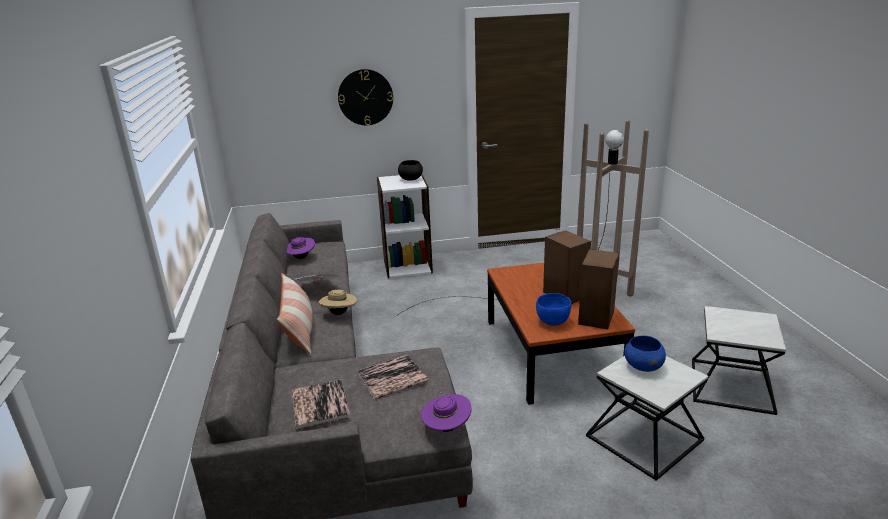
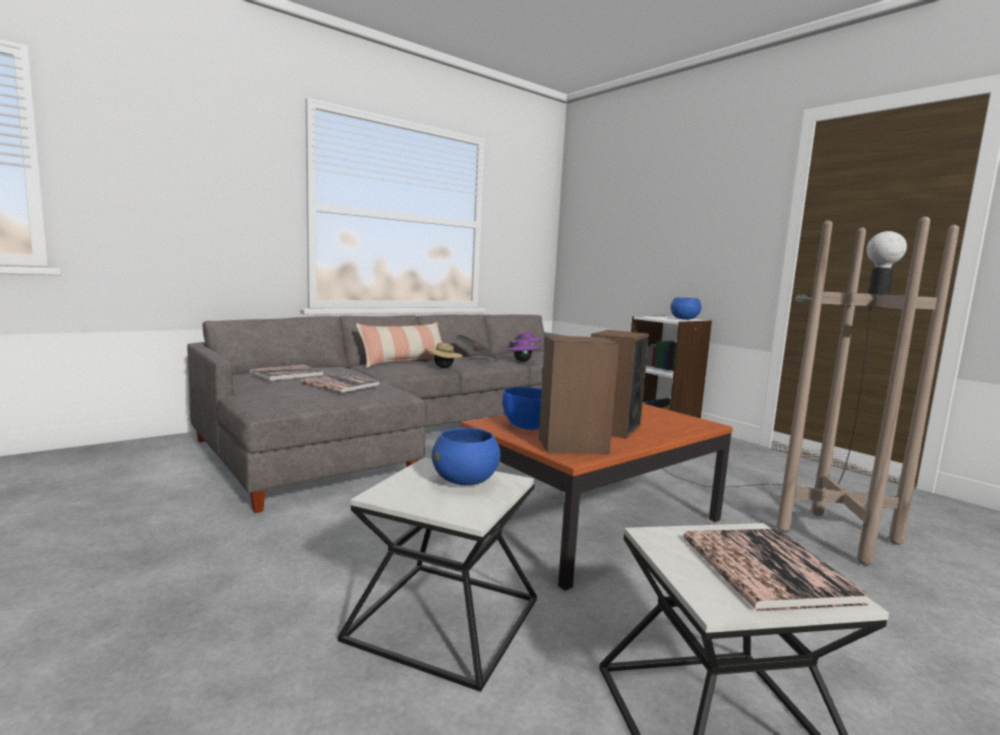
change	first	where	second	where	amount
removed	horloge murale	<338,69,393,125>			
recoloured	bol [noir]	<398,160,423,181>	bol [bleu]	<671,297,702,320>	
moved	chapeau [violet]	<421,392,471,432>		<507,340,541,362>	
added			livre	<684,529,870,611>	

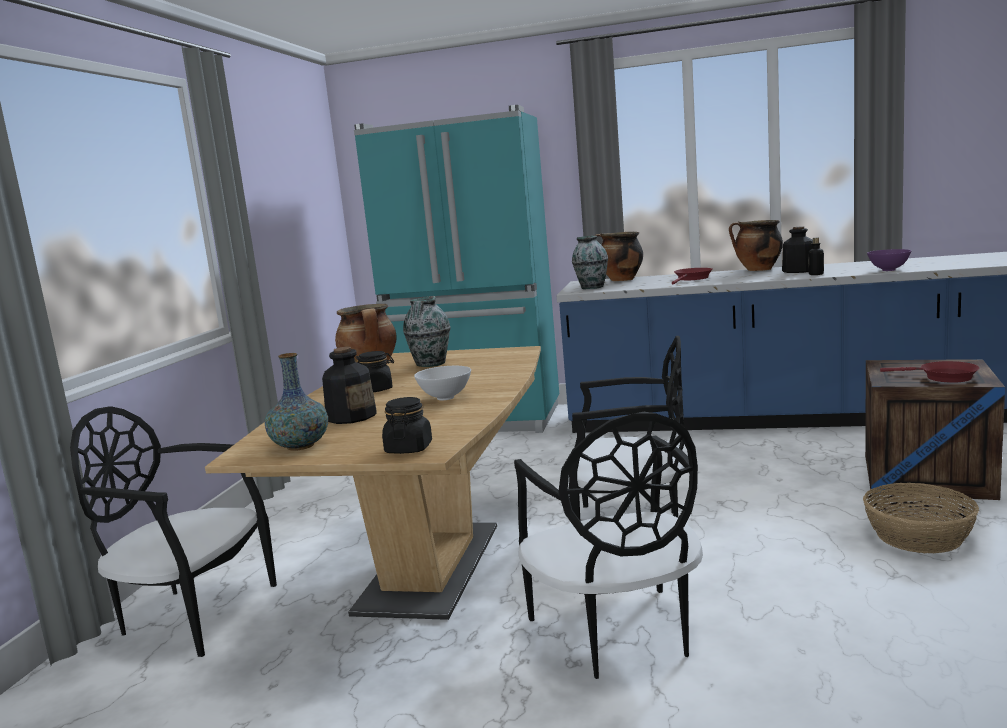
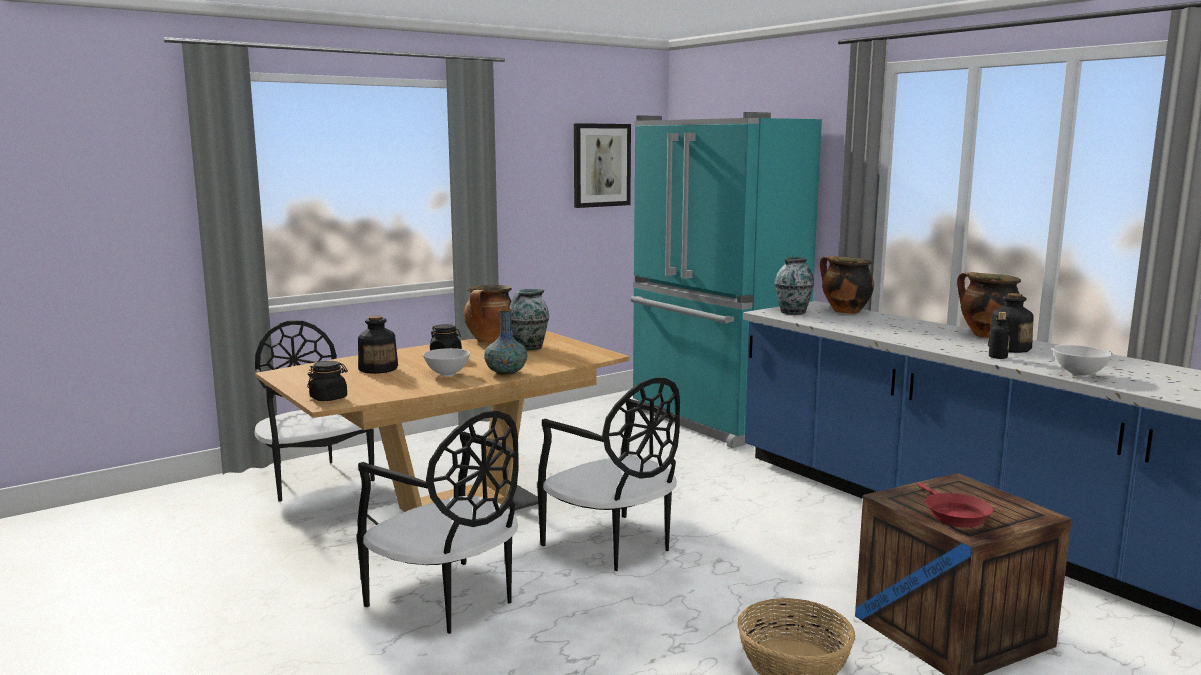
change	first	where	second	where	amount
recoloured	bol [violet]	<867,249,911,271>	bol [blanc]	<1053,345,1113,377>	
removed	poêle [rouge]	<672,268,713,285>			
moved	vase	<265,353,328,451>		<484,308,527,376>	
turned	chaise [noir]	<514,412,703,679>		<357,410,519,634>	75 degrees counterclockwise
added			tableau	<574,123,631,208>	

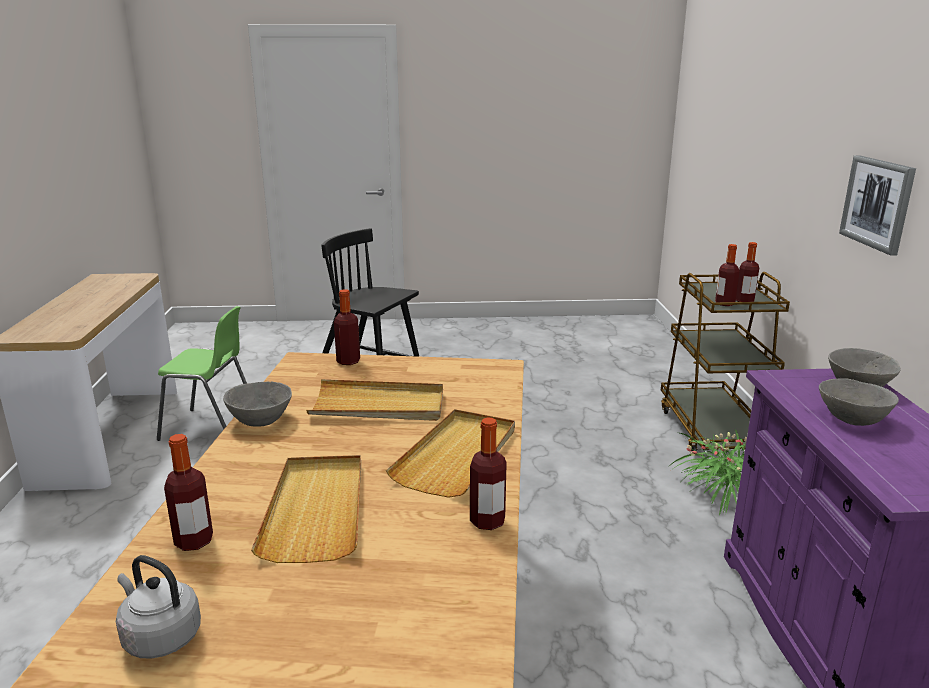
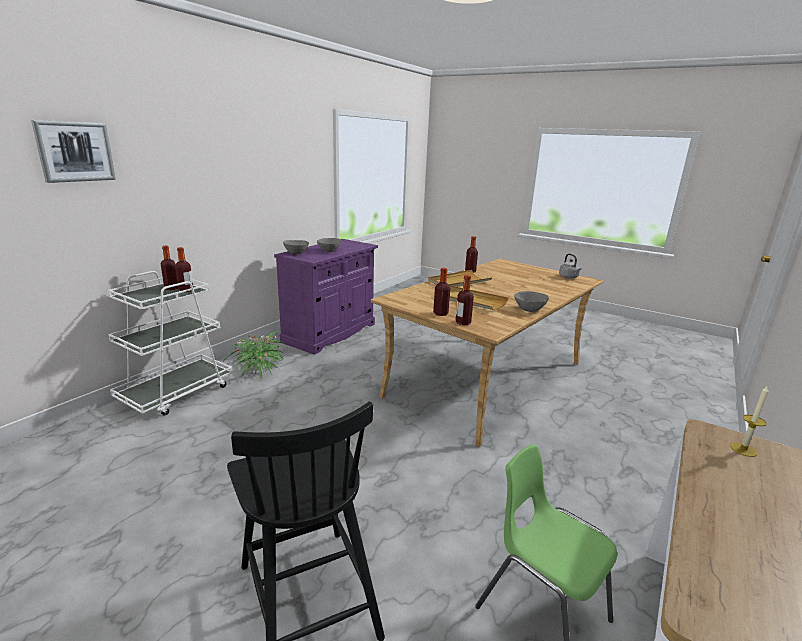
change	first	where	second	where	amount
moved	tableau	<839,155,916,256>		<31,120,116,183>	
recoloured	chariot [marron]	<661,272,790,451>	chariot [blanc]	<108,271,233,416>	
moved	bouteille	<164,434,213,551>		<433,268,450,316>	
removed	plateau [beige]	<251,455,361,563>			
added			bougie	<730,385,769,457>	

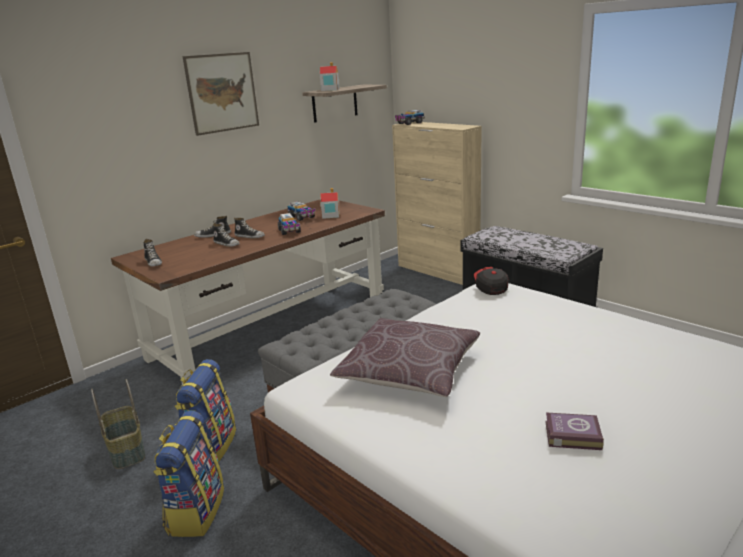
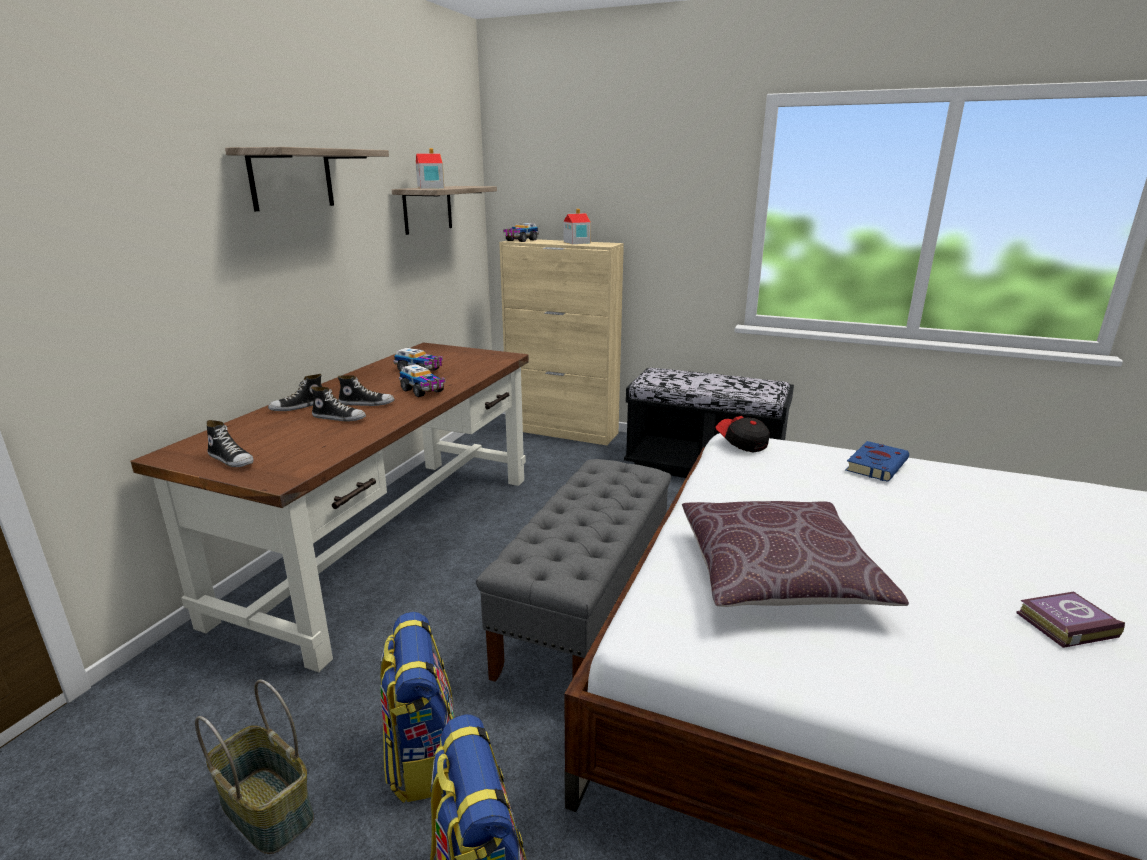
change	first	where	second	where	amount
replaced	tableau	<182,52,259,136>	étagère	<225,147,389,211>	
moved	maison miniature	<320,188,340,219>		<564,209,591,244>	
added			livre [bleu]	<845,441,909,482>	

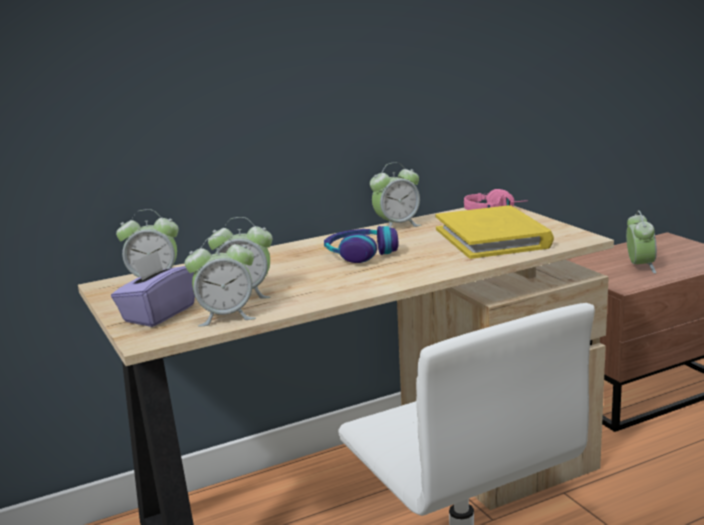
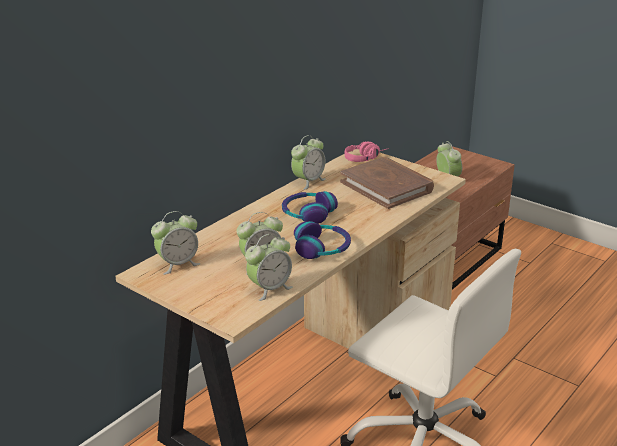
change	first	where	second	where	amount
recoloured	livre [jaune]	<436,205,554,259>	livre [marron]	<340,157,434,209>	
removed	boîte à mouchoirs [violet]	<111,250,195,327>			
added			casque audio	<294,221,351,259>	

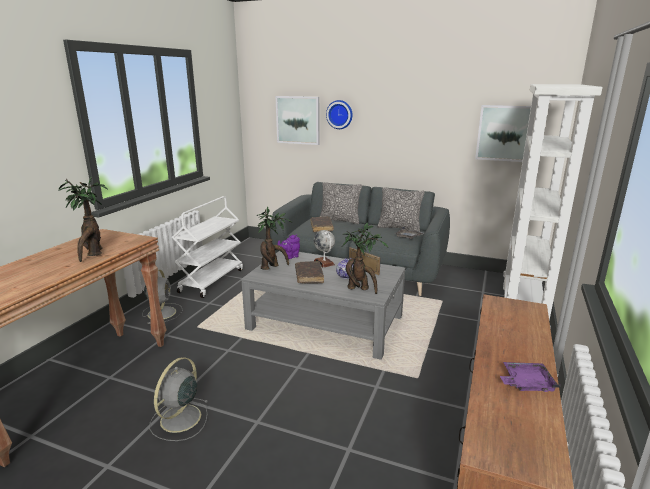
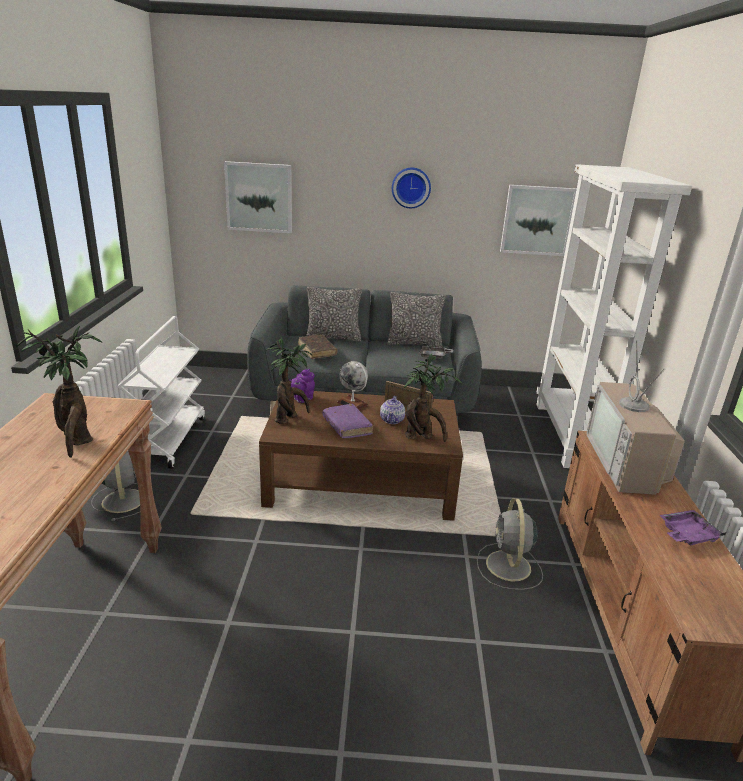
change	first	where	second	where	amount
moved	horloge murale	<326,100,353,129>		<392,167,431,208>	
recoloured	table basse [gris]	<241,251,405,360>	table basse [marron]	<259,391,463,521>	
recoloured	livre [marron]	<295,261,324,284>	livre [violet]	<322,404,373,438>	
moved	ventilateur [gris]	<149,357,209,441>		<477,498,543,590>	
added			téléviseur	<587,341,685,495>	

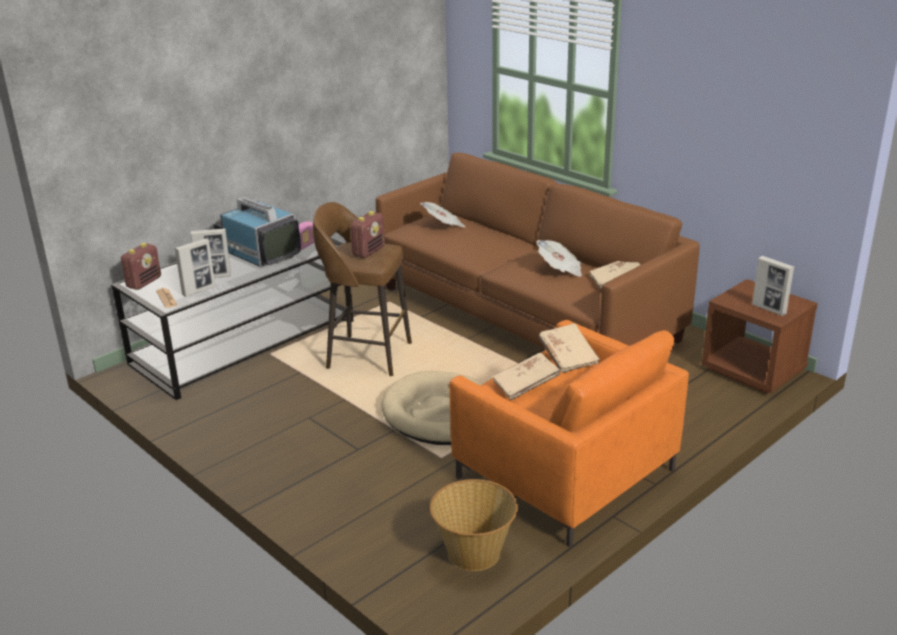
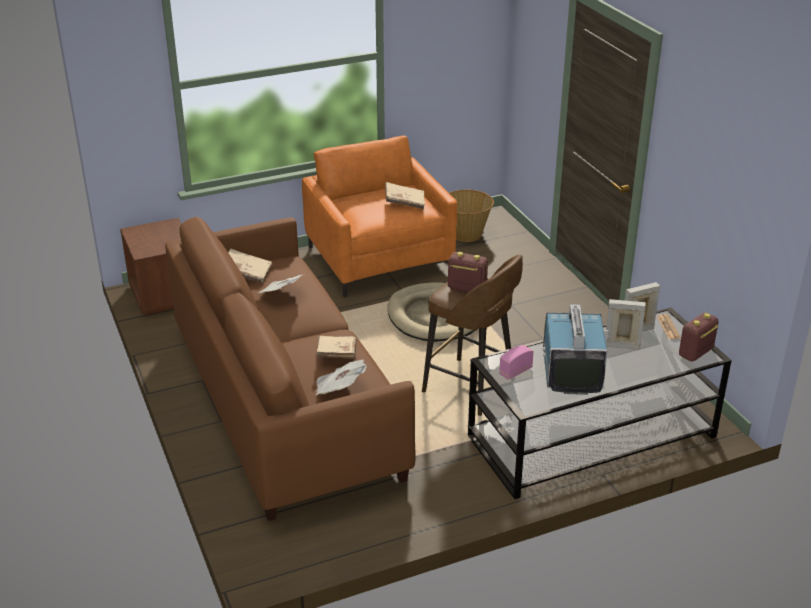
change	first	where	second	where	amount
turned	téléviseur	<214,197,301,267>		<543,304,609,395>	150 degrees counterclockwise
turned	radio	<350,211,385,258>		<448,252,488,292>	60 degrees clockwise
removed	cadre photo	<752,256,794,316>			
moved	livre [beige]	<538,323,600,373>		<317,336,357,359>	

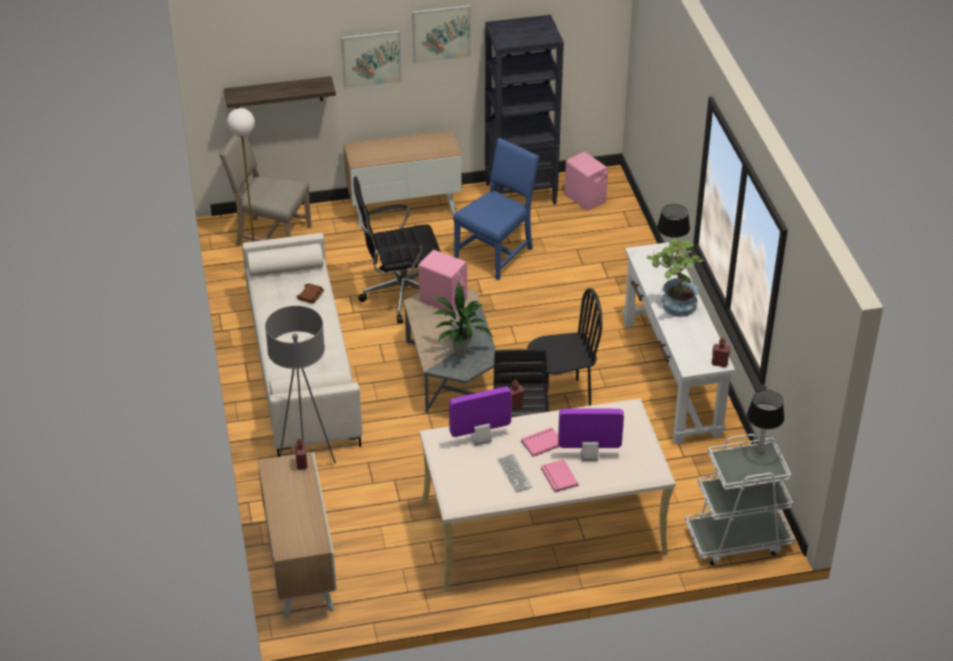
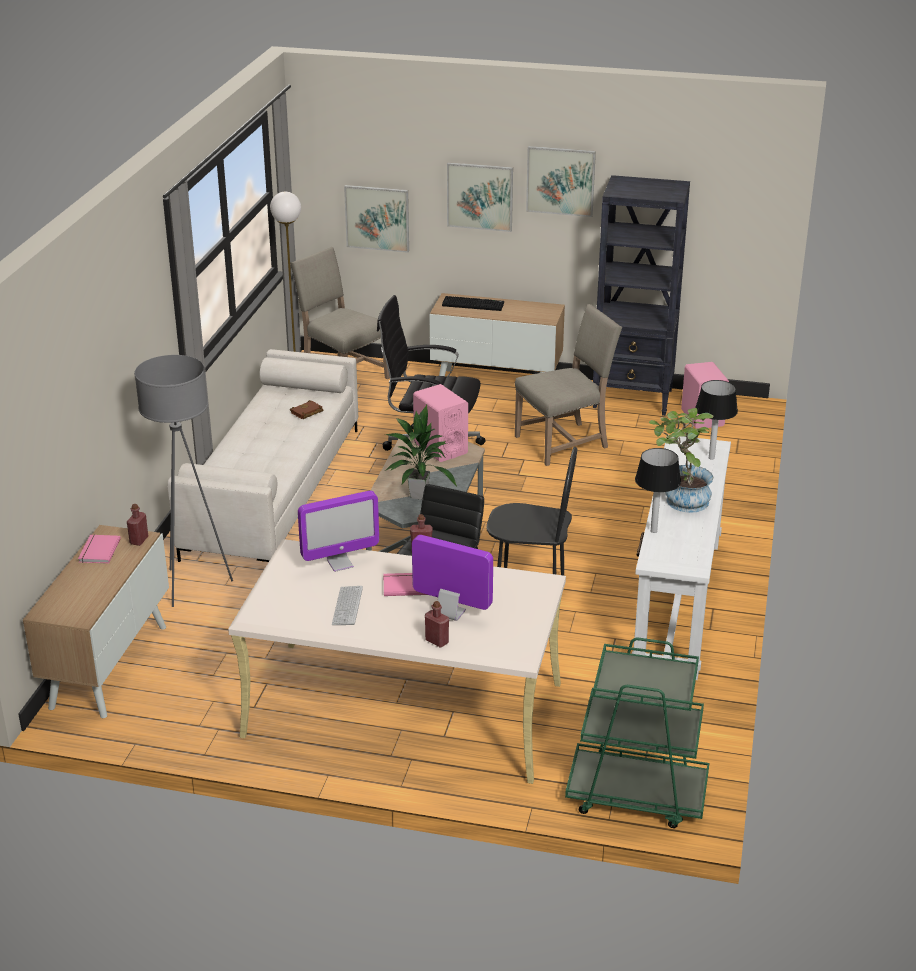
change	first	where	second	where	amount
replaced	étagère	<224,76,336,109>	tableau	<344,185,409,253>	
recoloured	chaise [bleu]	<453,138,540,280>	chaise [beige]	<515,304,622,466>	
moved	bouteille [rouge]	<712,338,731,367>		<425,601,449,648>	
turned	écran d'ordinateur	<449,387,512,445>		<298,491,379,572>	150 degrees clockwise
moved	lampe de table	<747,390,784,453>		<635,448,681,533>	
recoloured	chariot [blanc]	<685,434,795,565>	chariot [vert]	<565,638,709,828>	
moved	livre [rose]	<541,459,579,493>		<78,534,121,564>	
added			clavier	<442,296,504,311>	

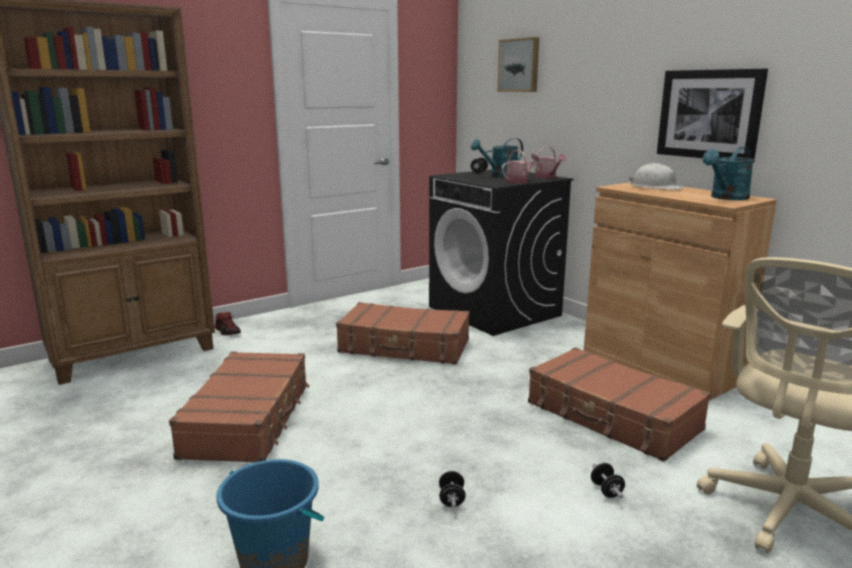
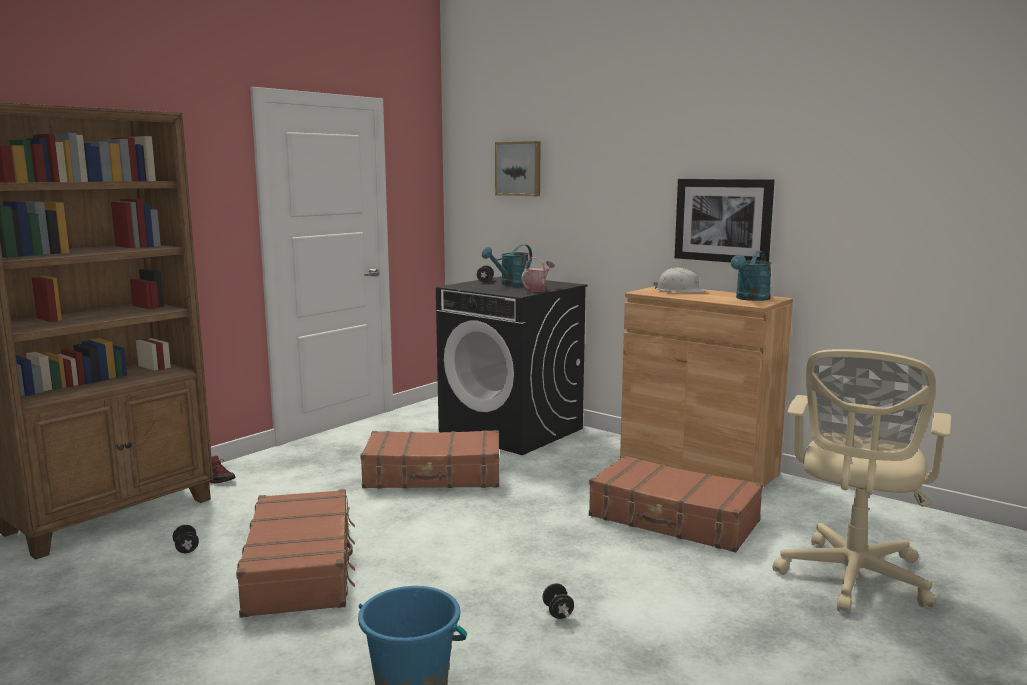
change	first	where	second	where	amount
removed	arrosoir	<534,146,566,179>			
moved	haltère [noir]	<591,463,625,498>		<173,525,199,553>	

